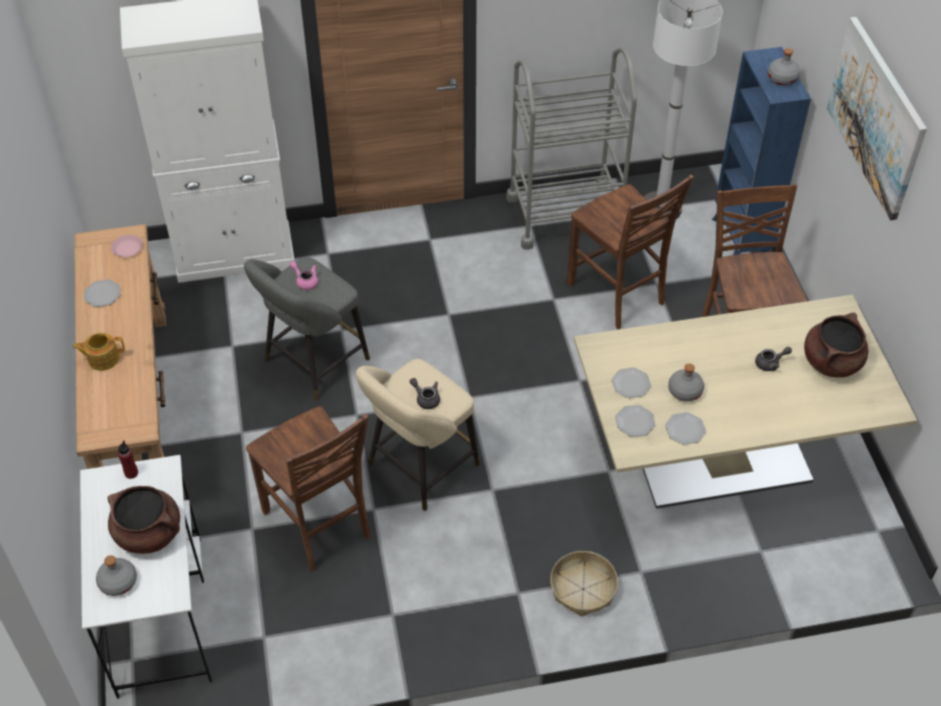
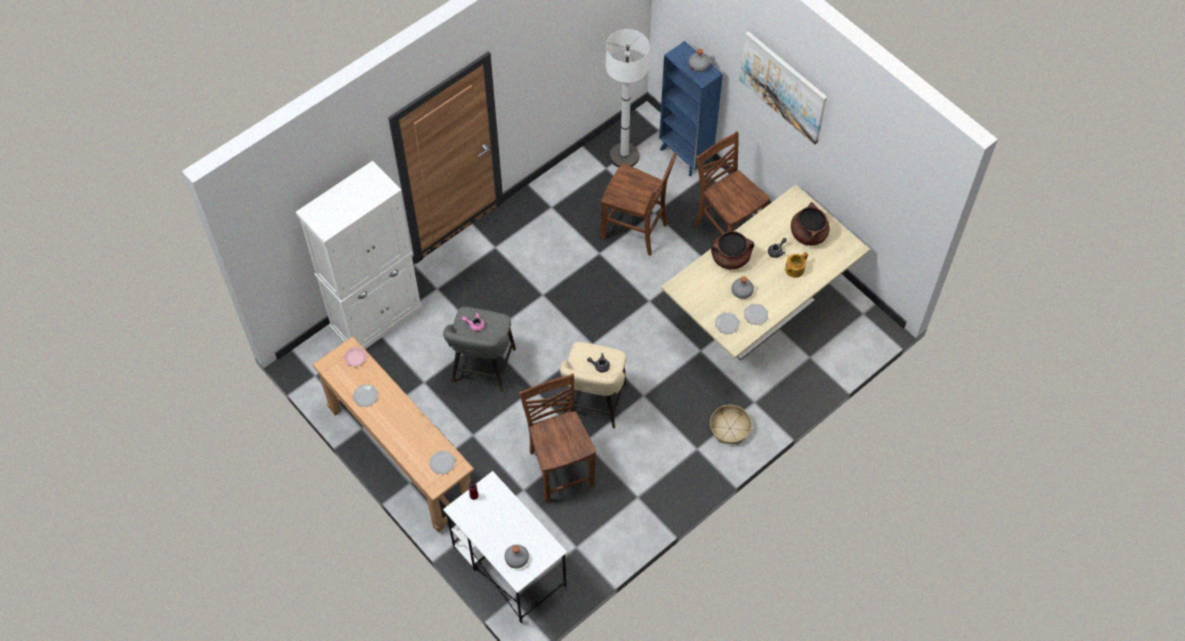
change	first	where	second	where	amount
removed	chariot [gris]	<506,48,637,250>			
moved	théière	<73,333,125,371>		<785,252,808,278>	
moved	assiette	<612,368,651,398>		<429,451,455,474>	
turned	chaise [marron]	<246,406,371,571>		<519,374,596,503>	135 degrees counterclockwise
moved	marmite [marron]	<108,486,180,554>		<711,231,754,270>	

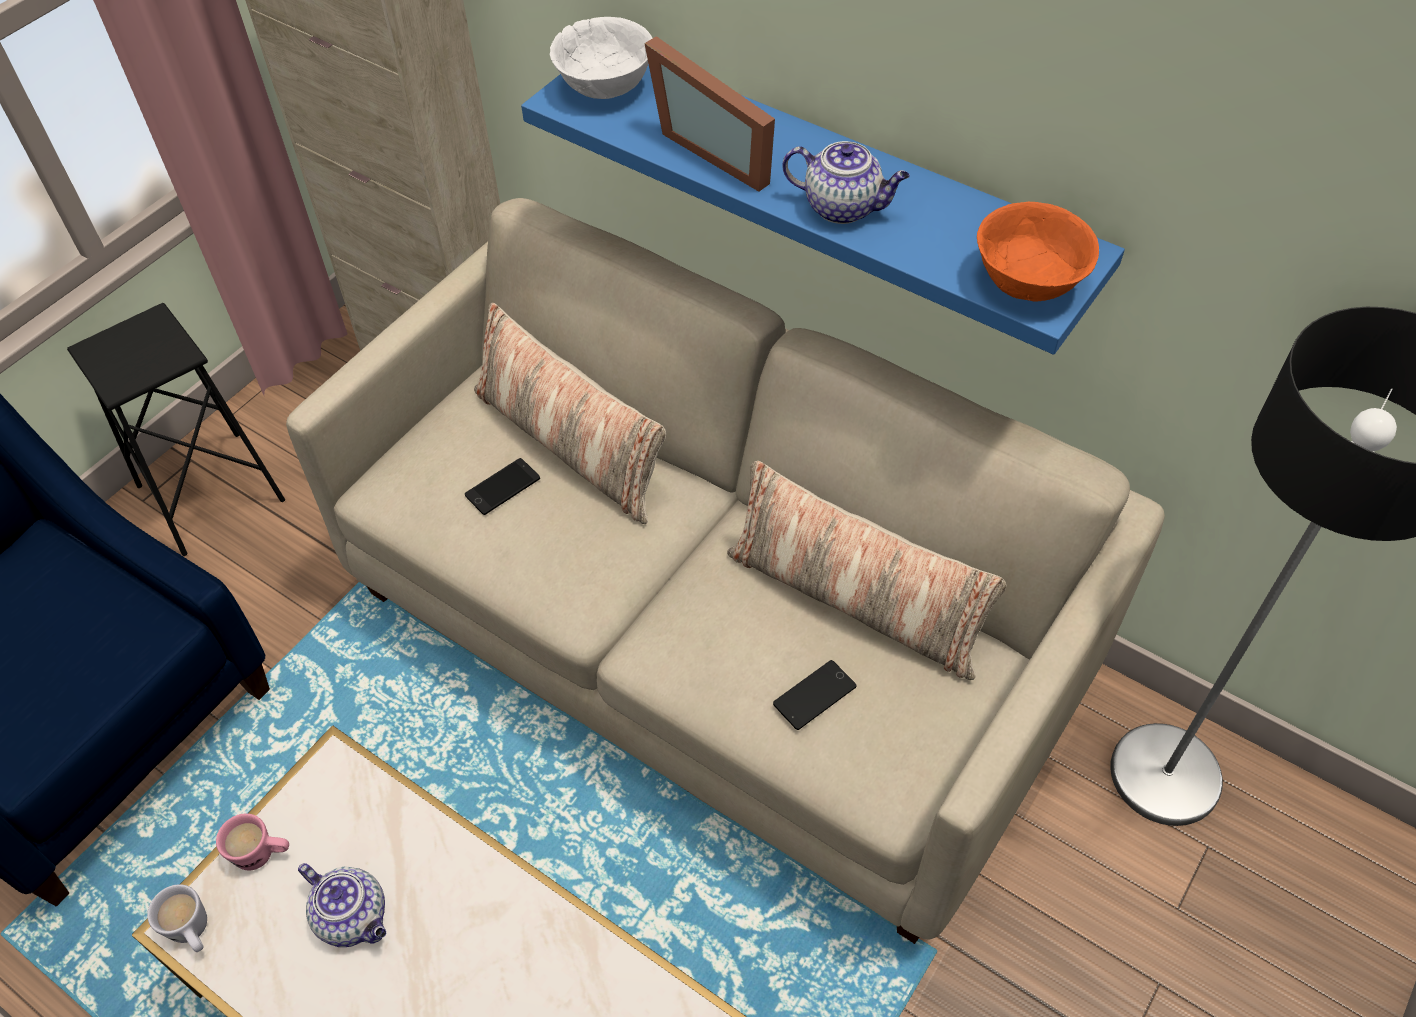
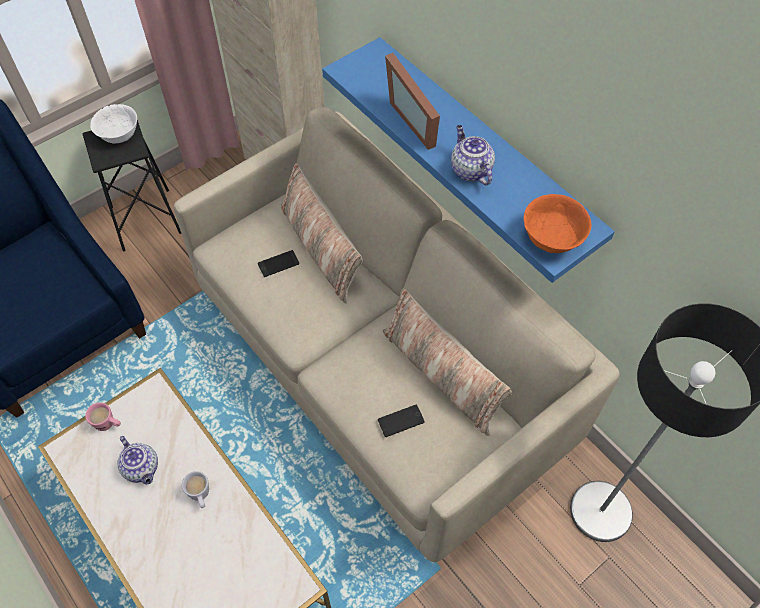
change	first	where	second	where	amount
moved	bol [blanc]	<550,17,652,99>		<90,104,137,144>	
turned	théière	<783,141,910,224>		<451,125,495,185>	150 degrees counterclockwise
moved	mug [blanc]	<147,884,207,952>		<182,471,209,508>	

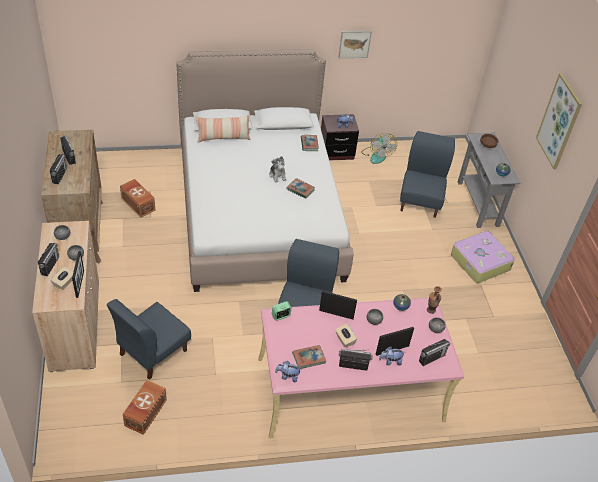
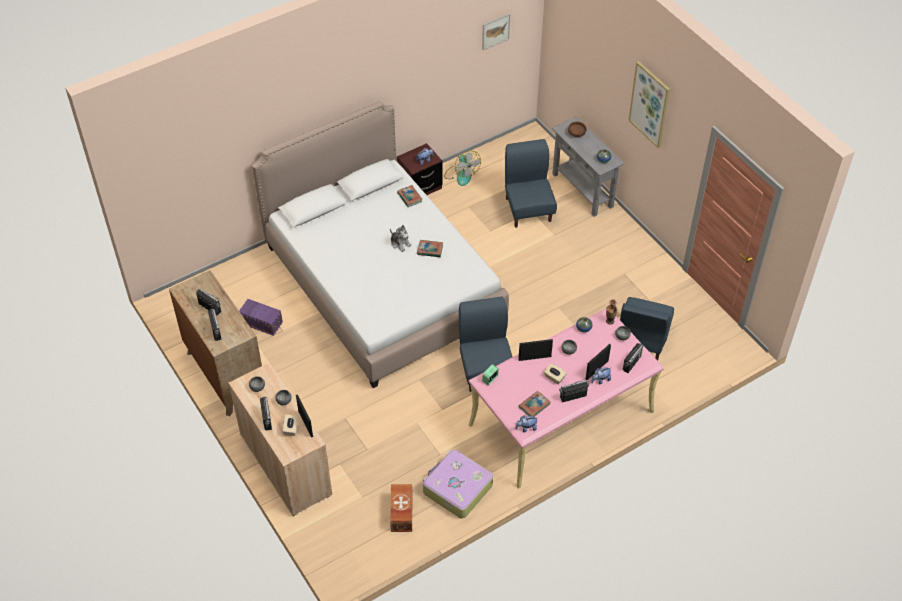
change	first	where	second	where	amount
moved	tableau	<338,31,372,58>		<482,14,510,50>	
removed	coussin	<196,115,250,143>			
recoloured	boîte de rangement [marron]	<120,179,155,218>	boîte de rangement [violet]	<239,299,283,336>	
moved	valise	<451,231,515,283>		<423,449,493,519>	
moved	chaise [bleu]	<107,299,191,380>		<620,297,674,361>	

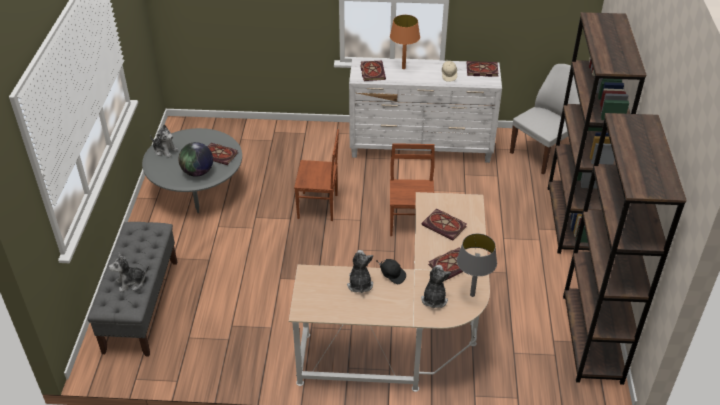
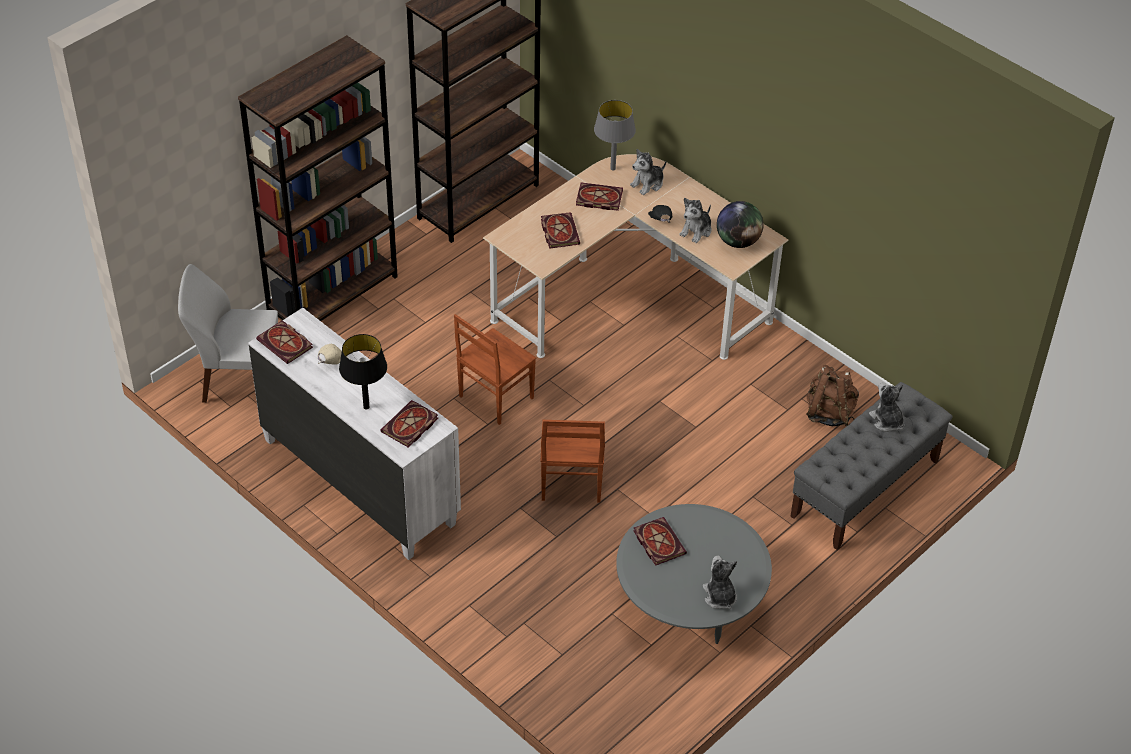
change	first	where	second	where	amount
recoloured	lampe de table [orange]	<390,15,420,69>	lampe de table [noir]	<339,334,387,409>	
turned	chaise [marron]	<294,129,339,221>		<541,420,605,503>	135 degrees counterclockwise
moved	globe	<178,142,213,177>		<717,201,764,248>	
turned	peluche	<108,252,149,292>		<869,383,905,432>	135 degrees counterclockwise
added			sac à dos [marron]	<806,365,859,427>	

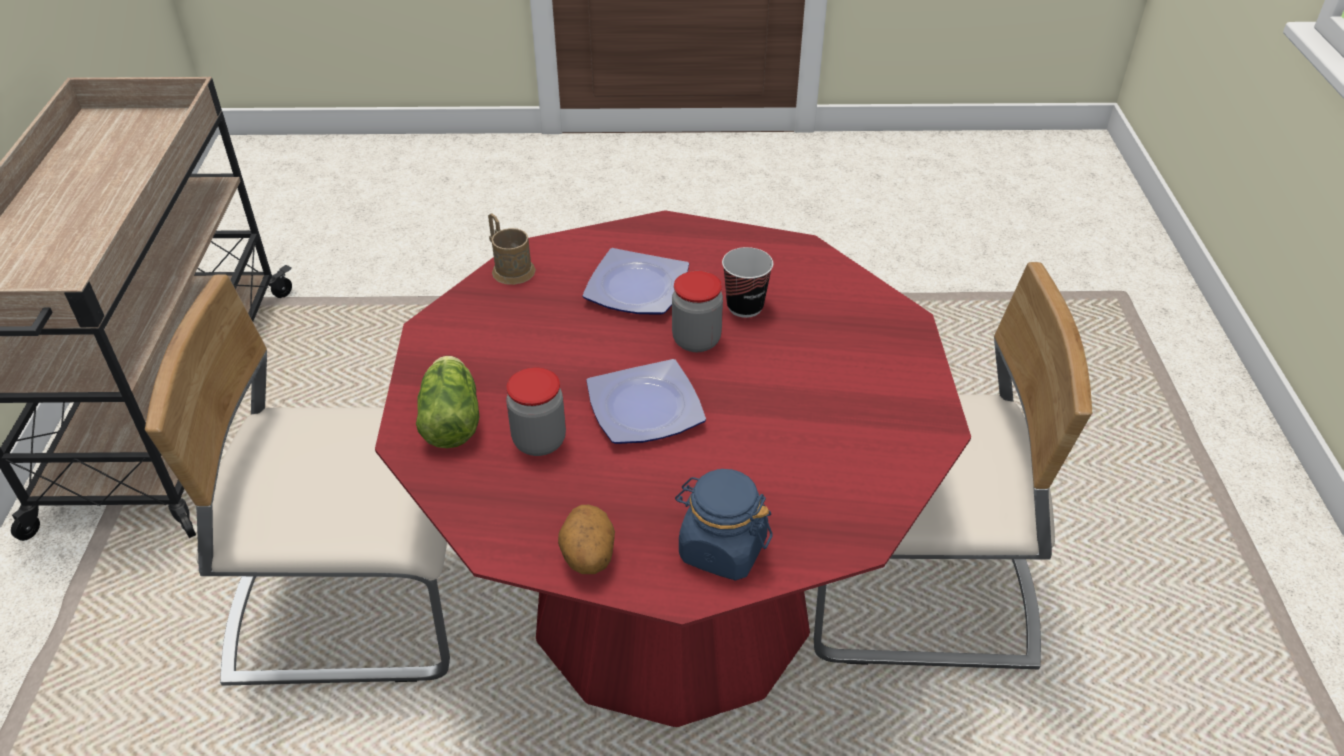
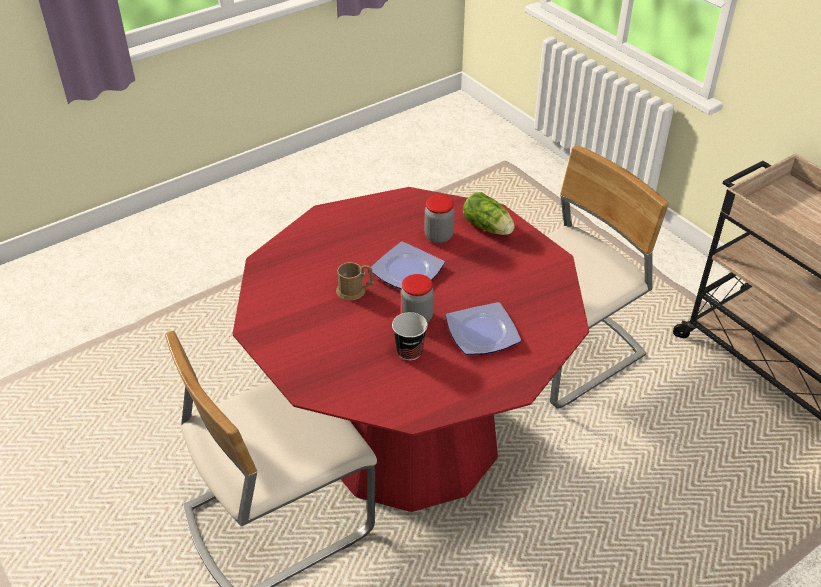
change	first	where	second	where	amount
moved	mug [marron]	<488,213,536,285>		<336,262,374,301>	
removed	bocal [bleu]	<675,469,772,580>			
removed	pomme de terre	<558,505,615,574>			

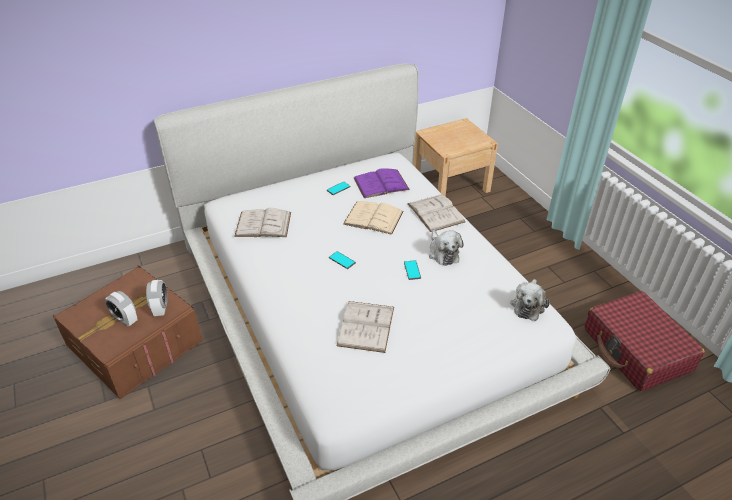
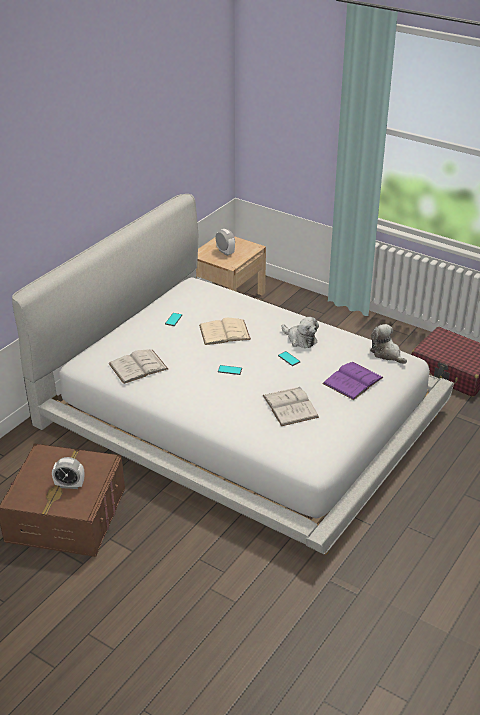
change	first	where	second	where	amount
moved	livre [violet]	<354,168,410,198>		<323,362,384,400>	
removed	livre [blanc]	<407,194,465,232>			
turned	peluche	<510,279,550,321>		<370,324,407,364>	150 degrees clockwise
moved	réveil	<146,280,168,316>		<216,229,235,256>	

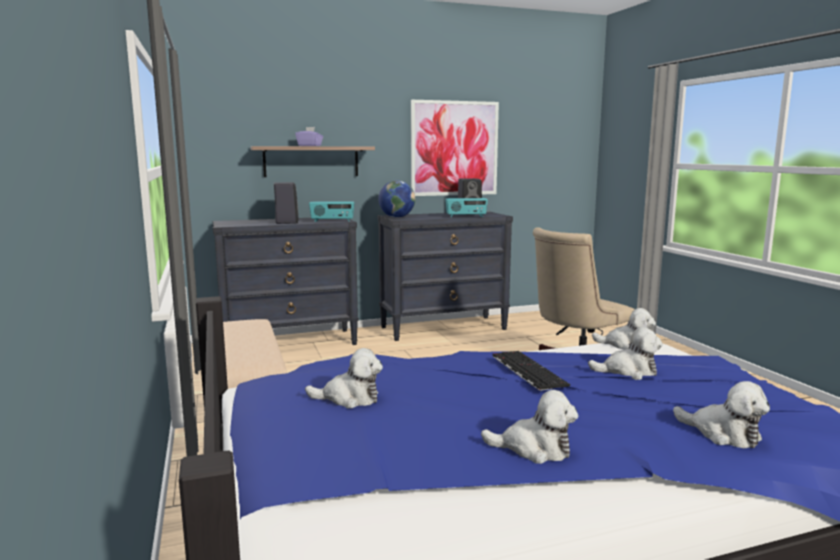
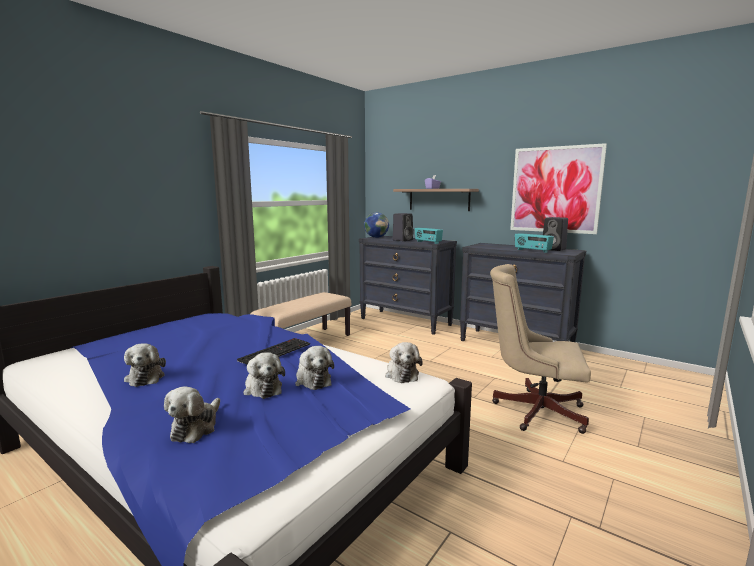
change	first	where	second	where	amount
moved	globe	<379,180,415,218>		<364,212,389,238>	
moved	peluche	<305,348,383,408>		<243,352,285,399>	

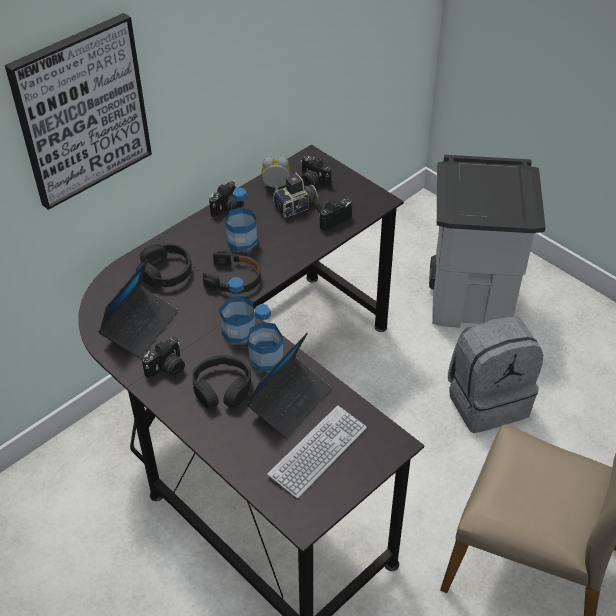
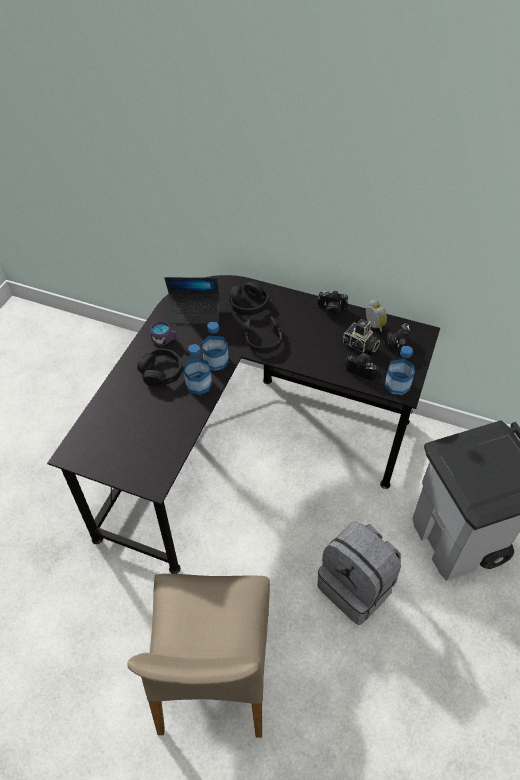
change	first	where	second	where	amount
removed	tableau	<5,13,152,210>			
moved	bouteille	<225,188,257,252>		<385,346,415,395>	
removed	ordinateur portable	<247,332,332,439>			
replaced	appareil photo	<142,337,185,378>	mug [violet]	<150,321,177,345>	
removed	clavier	<267,406,367,498>			

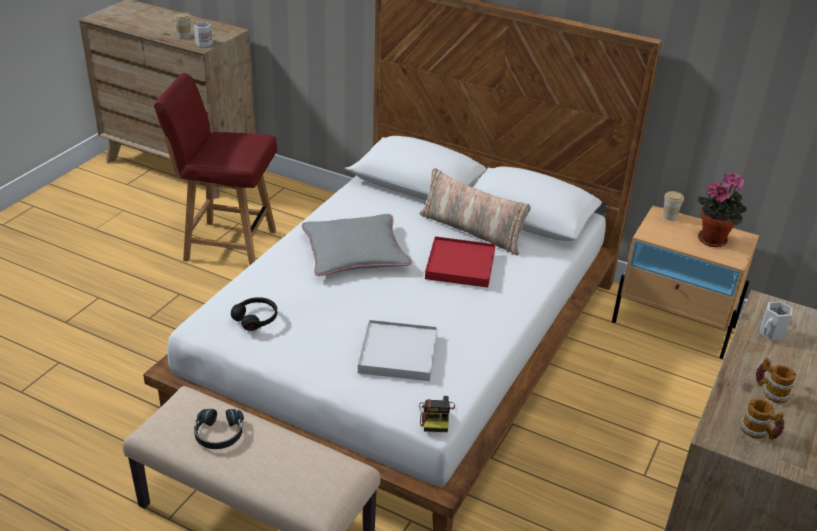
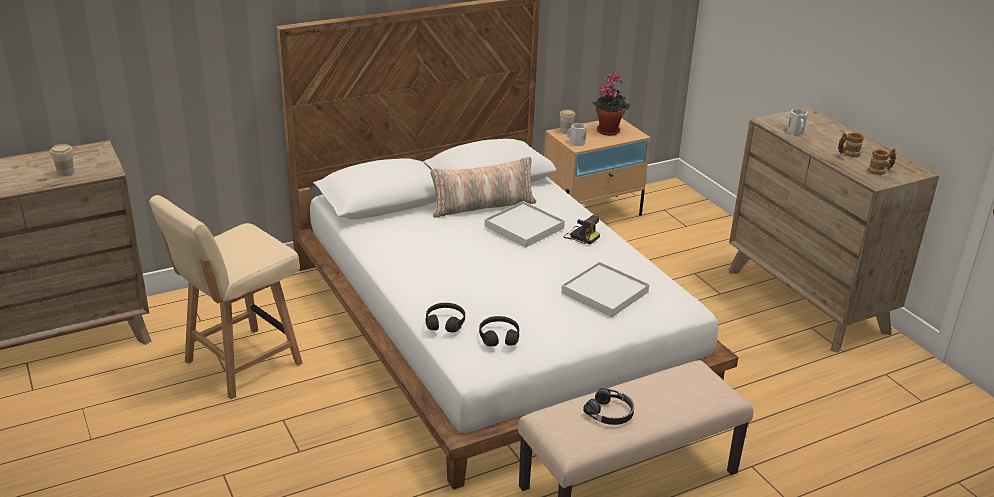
change	first	where	second	where	amount
moved	mug [blanc]	<194,22,213,47>		<567,123,587,146>	
recoloured	chaise [rouge]	<154,73,277,266>	chaise [beige]	<149,195,303,399>	
removed	coussin [gris]	<302,214,412,276>			
recoloured	plateau [rouge]	<425,236,495,288>	plateau [blanc]	<485,201,565,248>	
moved	appareil photo	<419,396,455,432>		<563,215,600,245>	
added			casque audio [noir]	<426,303,465,333>	

